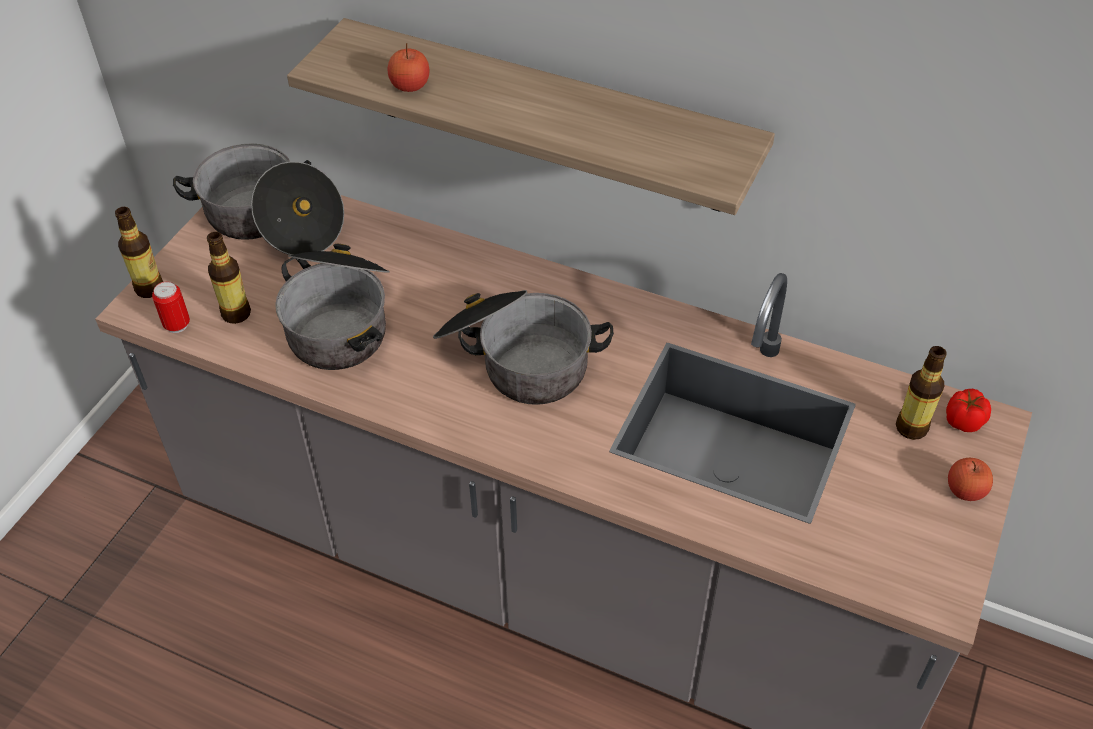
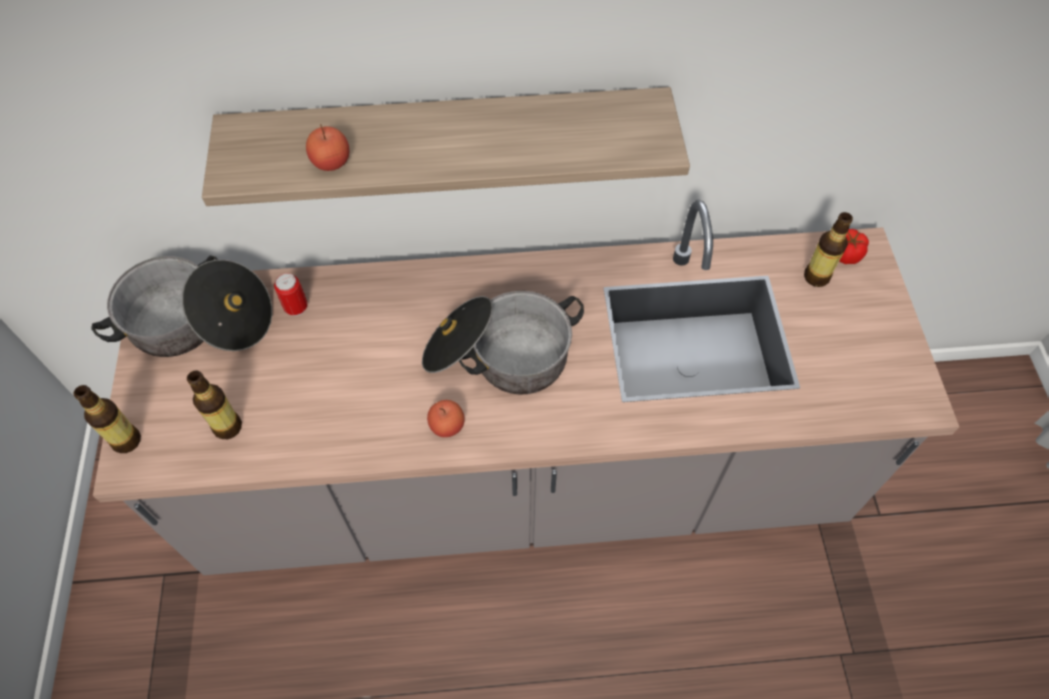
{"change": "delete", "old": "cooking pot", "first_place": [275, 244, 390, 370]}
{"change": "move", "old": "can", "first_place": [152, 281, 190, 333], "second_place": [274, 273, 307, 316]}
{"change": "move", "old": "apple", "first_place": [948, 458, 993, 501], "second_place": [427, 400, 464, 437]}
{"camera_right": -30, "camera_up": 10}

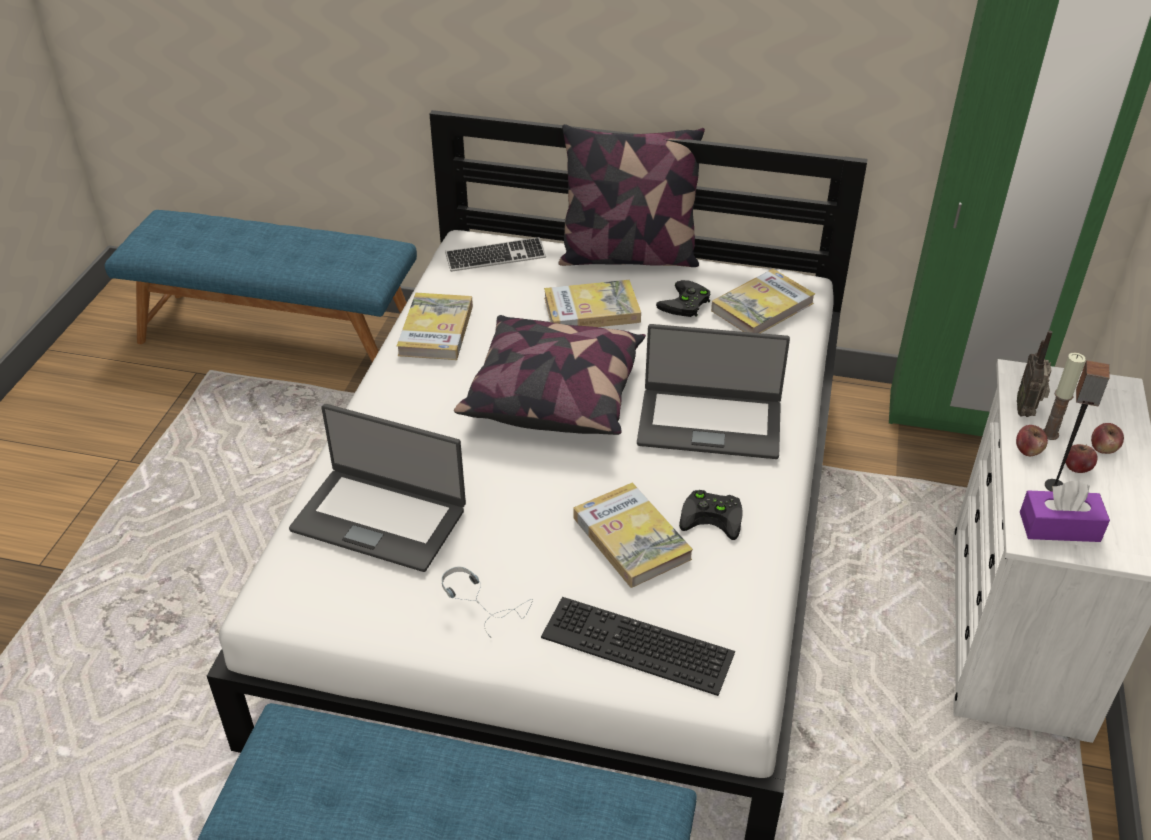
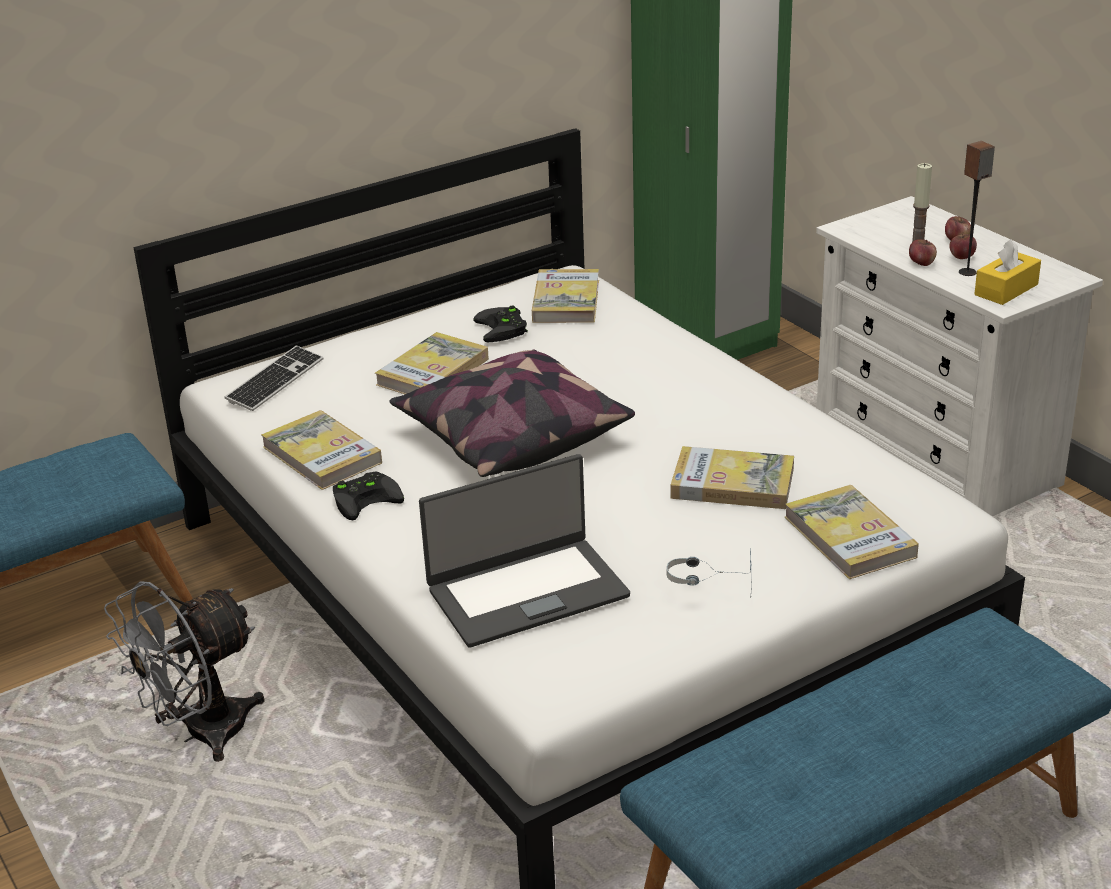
{"change": "delete", "old": "pillow", "first_place": [558, 124, 705, 267]}
{"change": "delete", "old": "laptop", "first_place": [637, 324, 790, 459]}
{"change": "delete", "old": "radio", "first_place": [1017, 330, 1052, 417]}
{"change": "insert", "new": "grey fan", "second_place": [104, 581, 264, 762]}
{"change": "move", "old": "black game controller", "first_place": [679, 490, 743, 540], "second_place": [333, 471, 404, 520]}
{"change": "replace", "old": "keyboard", "new": "book", "first_place": [541, 597, 735, 696], "second_place": [785, 485, 919, 579]}
{"change": "recolor", "old": "purple tissue box", "new": "yellow tissue box", "first_place": [1020, 481, 1110, 542], "second_place": [974, 239, 1041, 305]}
{"camera_right": -45, "camera_up": -10}

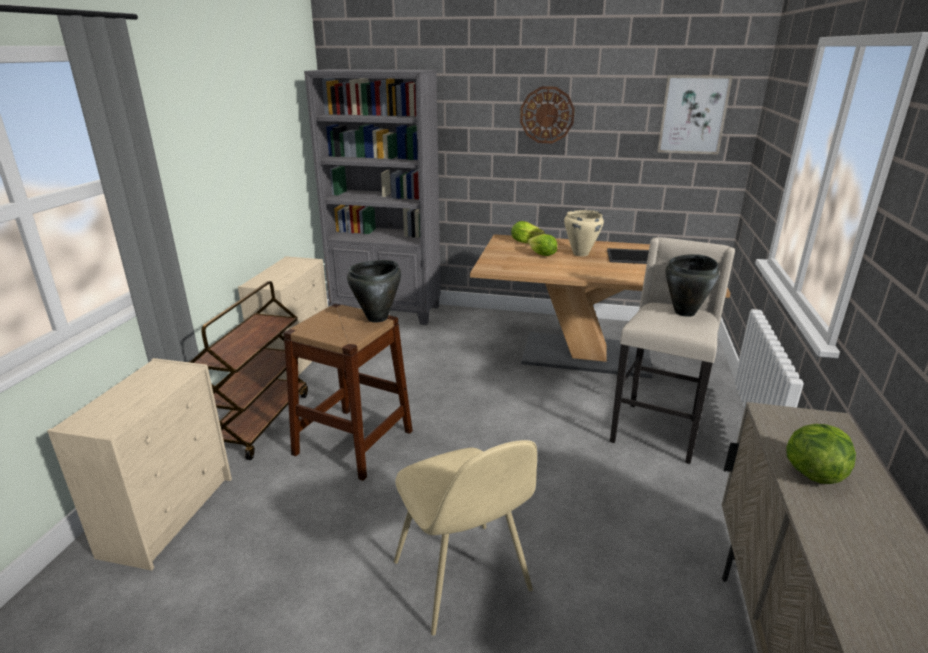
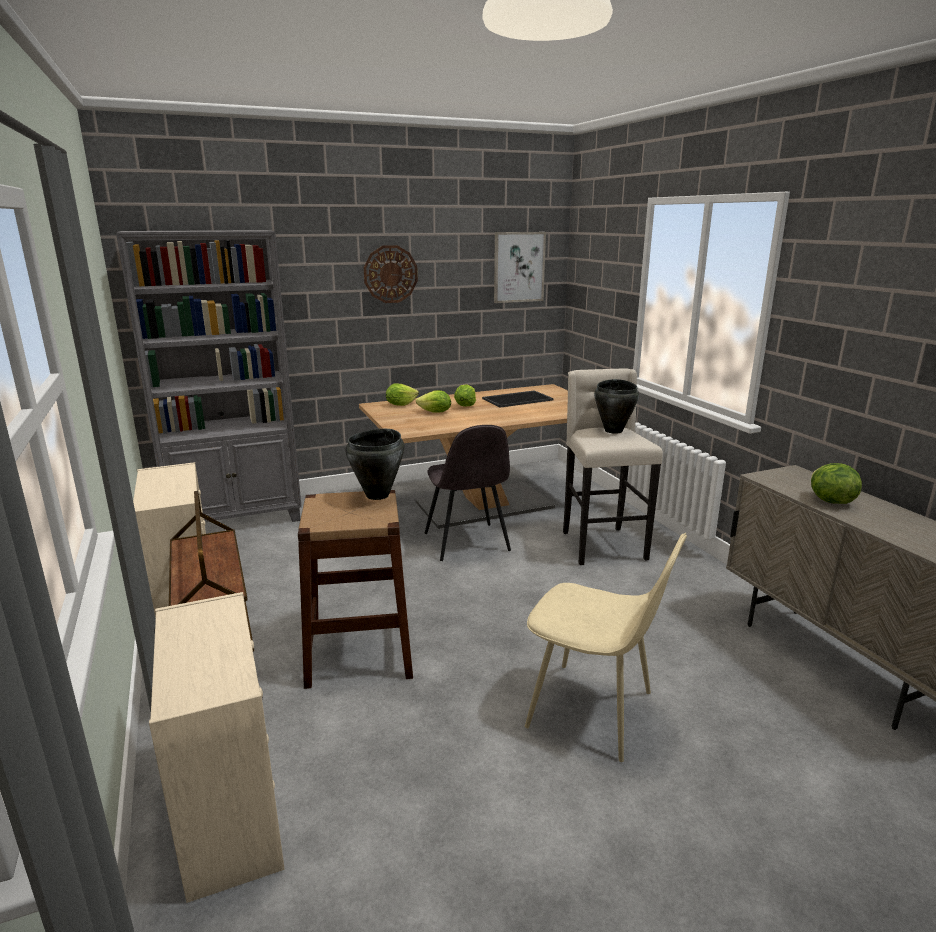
{"change": "insert", "new": "grey chair", "second_place": [425, 425, 511, 561]}
{"change": "replace", "old": "beige cooking pot", "new": "lettuce", "first_place": [564, 210, 604, 256], "second_place": [454, 384, 476, 407]}
{"camera_right": -35, "camera_up": -5}

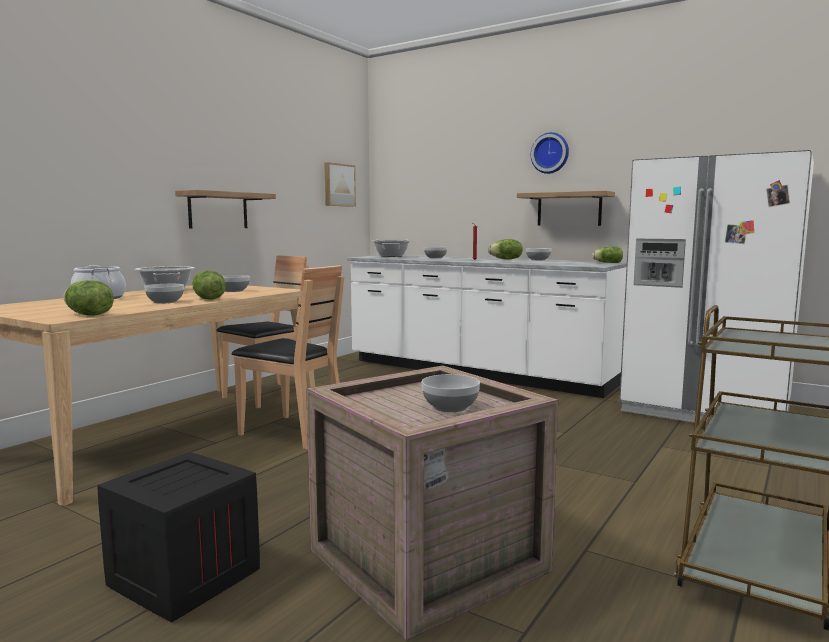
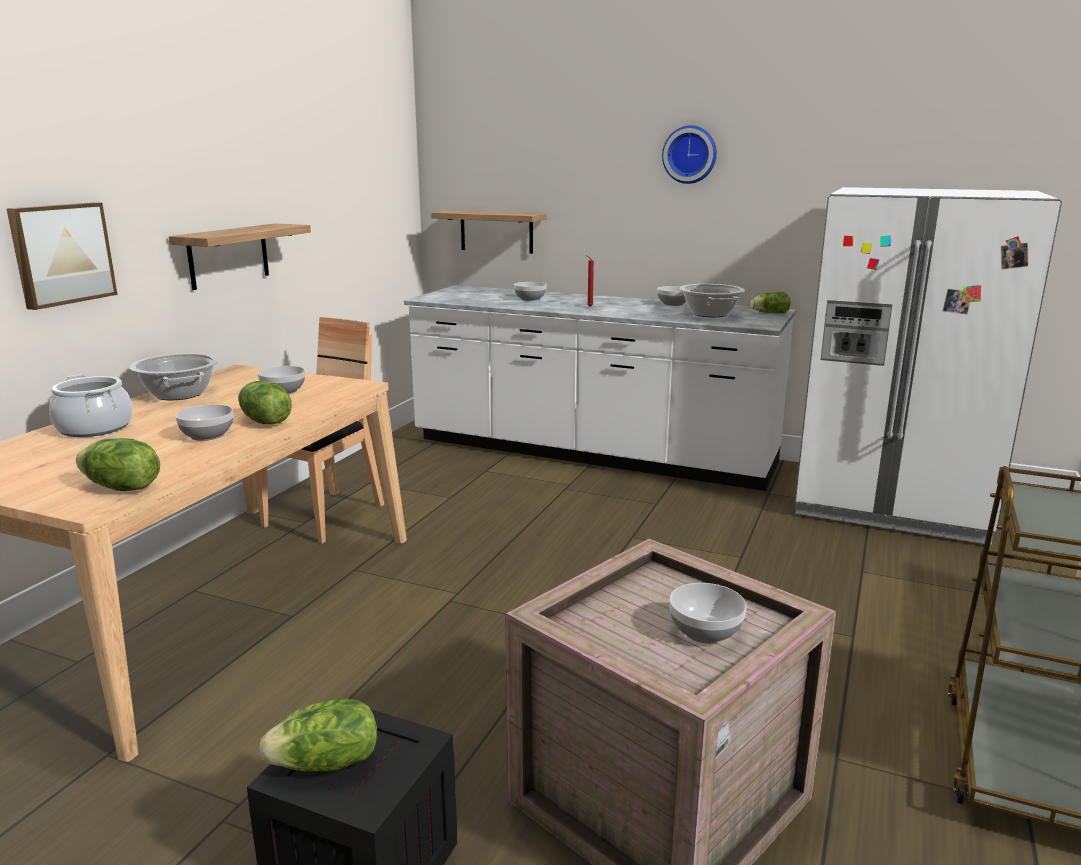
{"change": "delete", "old": "brown chair", "first_place": [232, 265, 344, 450]}
{"change": "move", "old": "picture", "first_place": [324, 162, 356, 207], "second_place": [6, 202, 118, 310]}
{"change": "move", "old": "cooking pot", "first_place": [371, 240, 412, 257], "second_place": [679, 284, 745, 317]}
{"change": "move", "old": "lettuce", "first_place": [488, 239, 523, 260], "second_place": [259, 699, 377, 772]}
{"change": "move", "old": "shelf", "first_place": [517, 191, 615, 226], "second_place": [431, 210, 547, 254]}
{"camera_right": -10, "camera_up": 10}

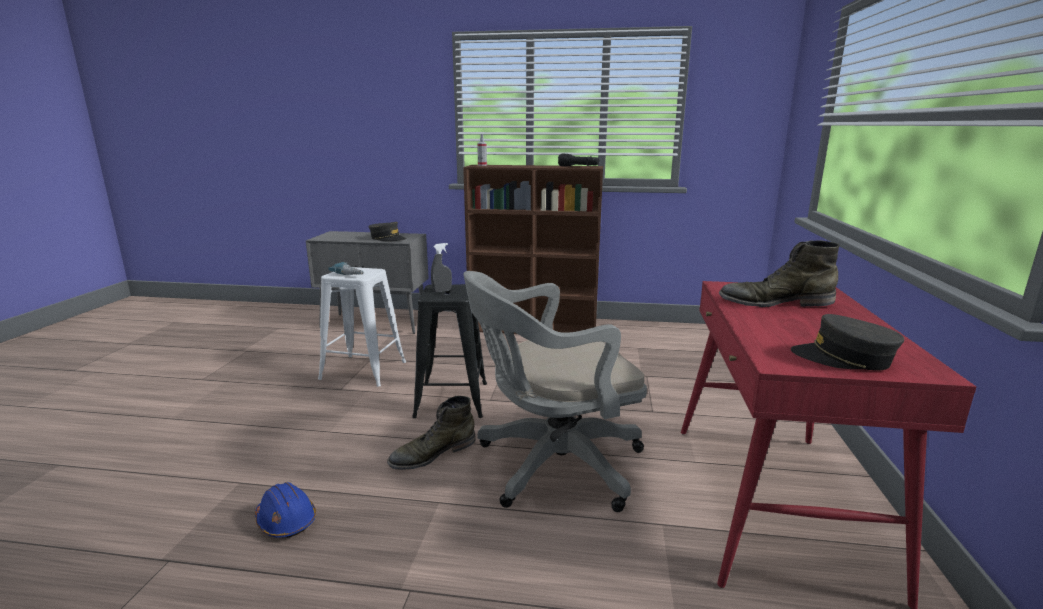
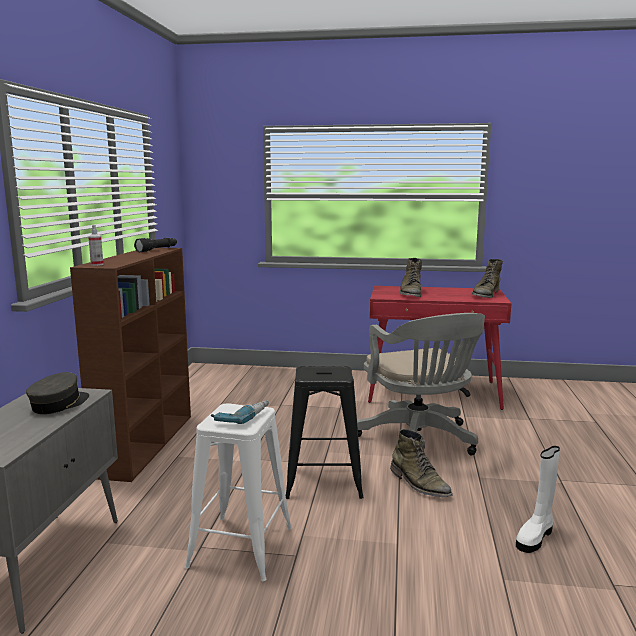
{"change": "delete", "old": "grey spray bottle", "first_place": [431, 243, 452, 293]}
{"change": "replace", "old": "blue hard hat", "new": "white boot", "first_place": [255, 482, 316, 538], "second_place": [516, 446, 560, 553]}
{"change": "replace", "old": "grey cap", "new": "green boot", "first_place": [791, 314, 904, 371], "second_place": [472, 259, 503, 298]}
{"camera_right": -90, "camera_up": -5}

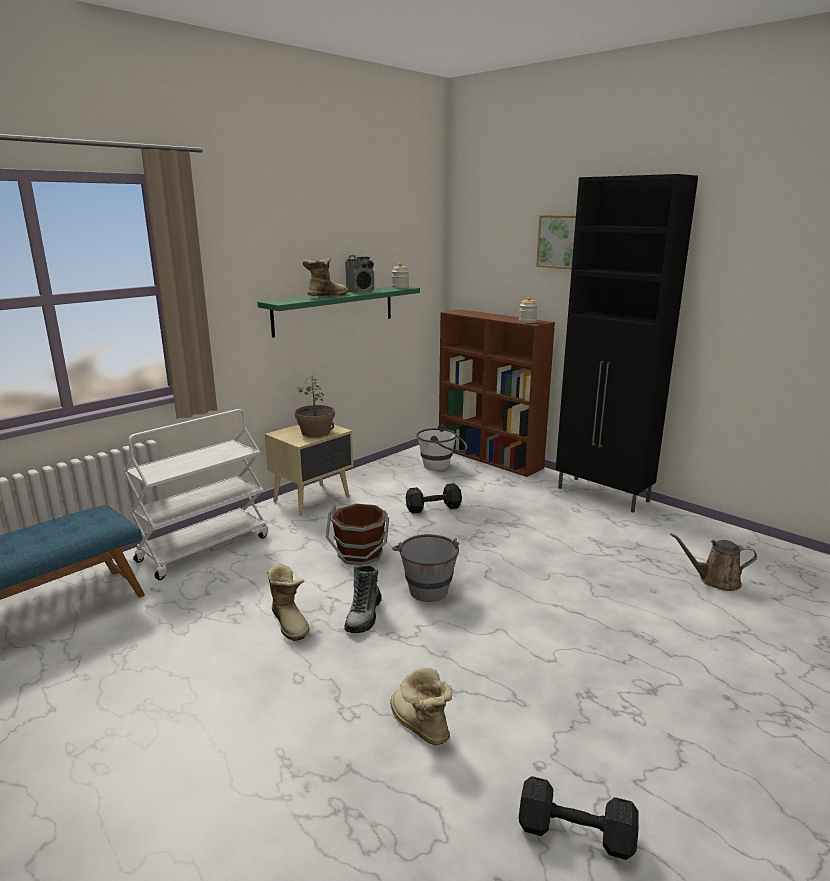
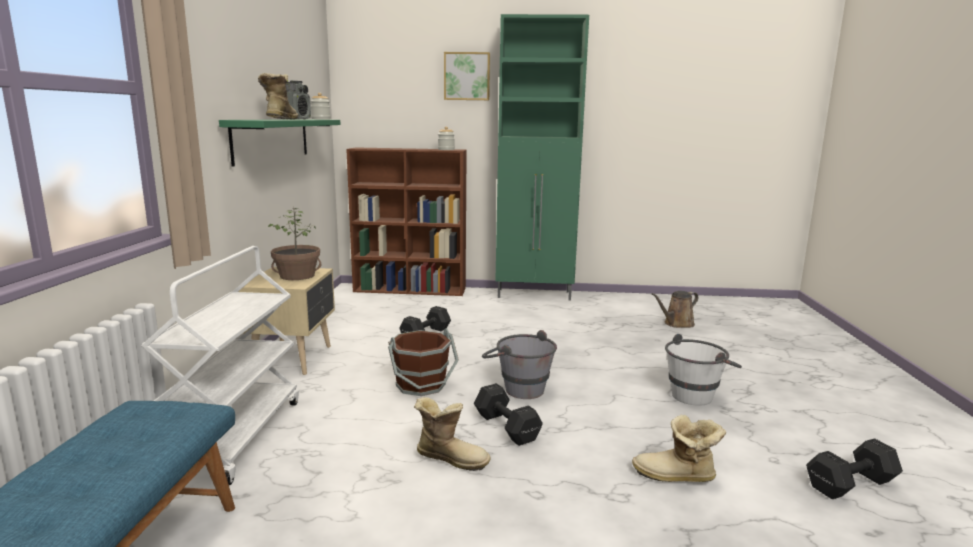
{"change": "move", "old": "white bucket", "first_place": [416, 424, 467, 470], "second_place": [665, 334, 742, 406]}
{"change": "replace", "old": "boot", "new": "black dumbbell", "first_place": [344, 565, 382, 633], "second_place": [474, 383, 543, 446]}
{"change": "recolor", "old": "black cabinet", "new": "green cabinet", "first_place": [556, 174, 698, 513], "second_place": [495, 14, 589, 301]}
{"camera_right": -40, "camera_up": -5}

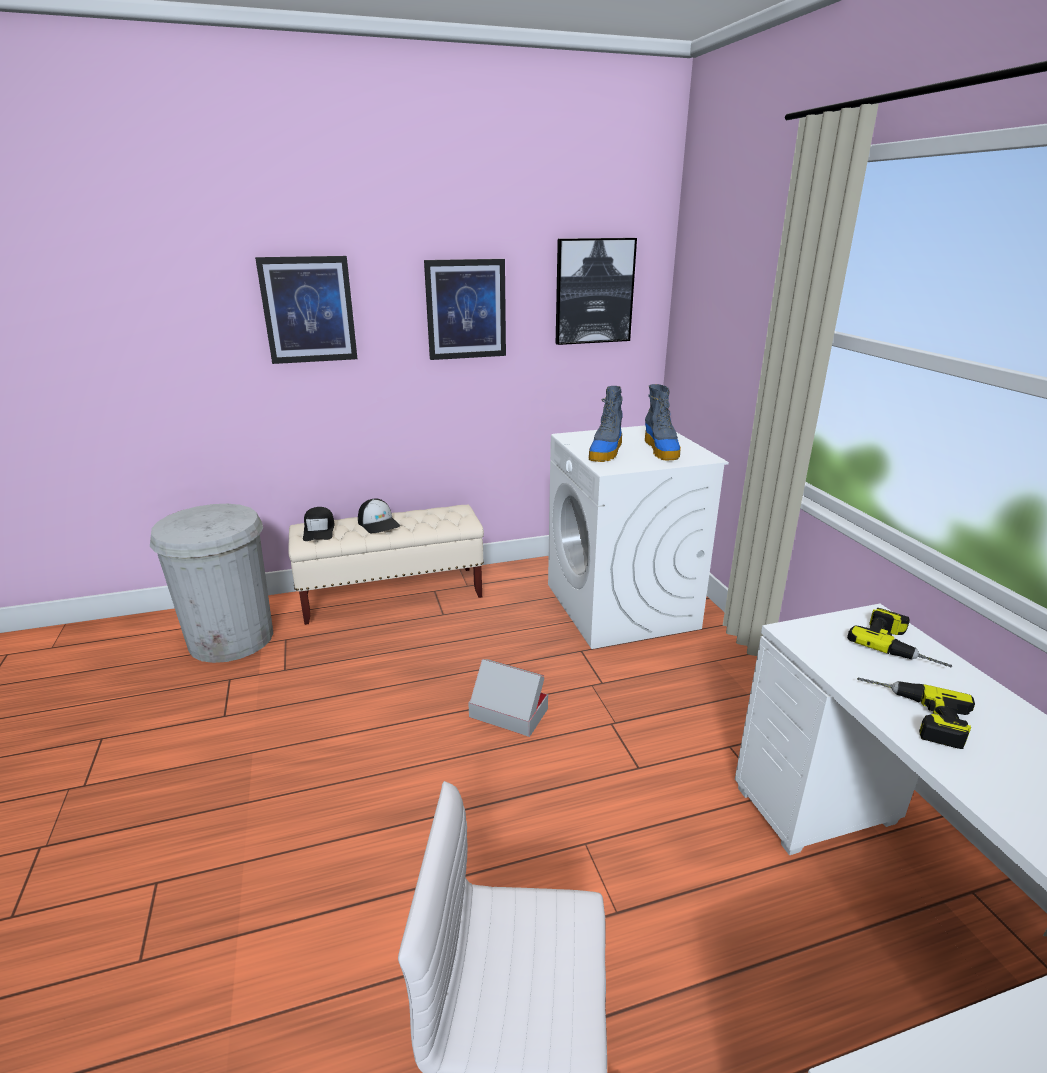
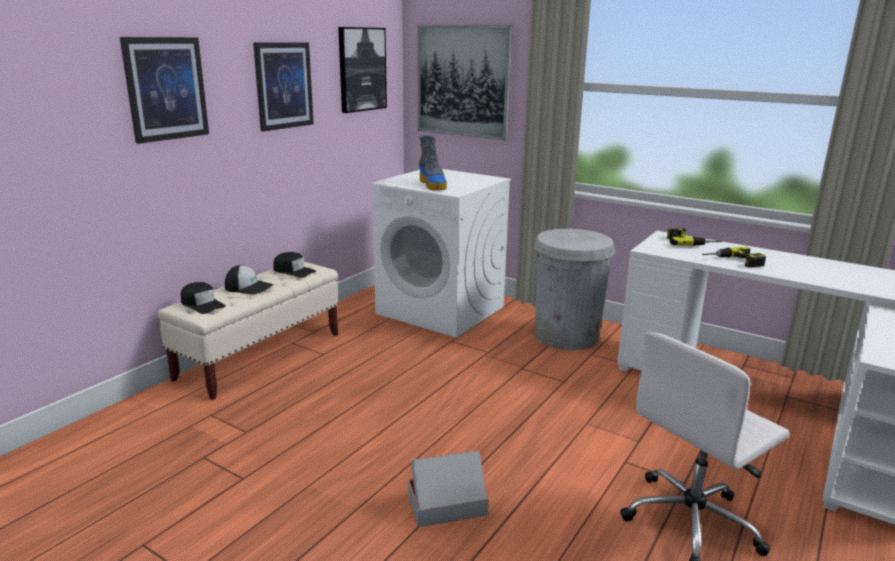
{"change": "delete", "old": "boot", "first_place": [645, 384, 681, 460]}
{"change": "insert", "new": "black cap", "second_place": [273, 252, 316, 278]}
{"change": "insert", "new": "picture", "second_place": [418, 25, 513, 140]}
{"change": "move", "old": "white trash can", "first_place": [150, 504, 273, 663], "second_place": [534, 229, 616, 350]}
{"change": "move", "old": "cardboard box", "first_place": [468, 659, 548, 737], "second_place": [408, 451, 489, 527]}
{"camera_right": -40, "camera_up": -5}

